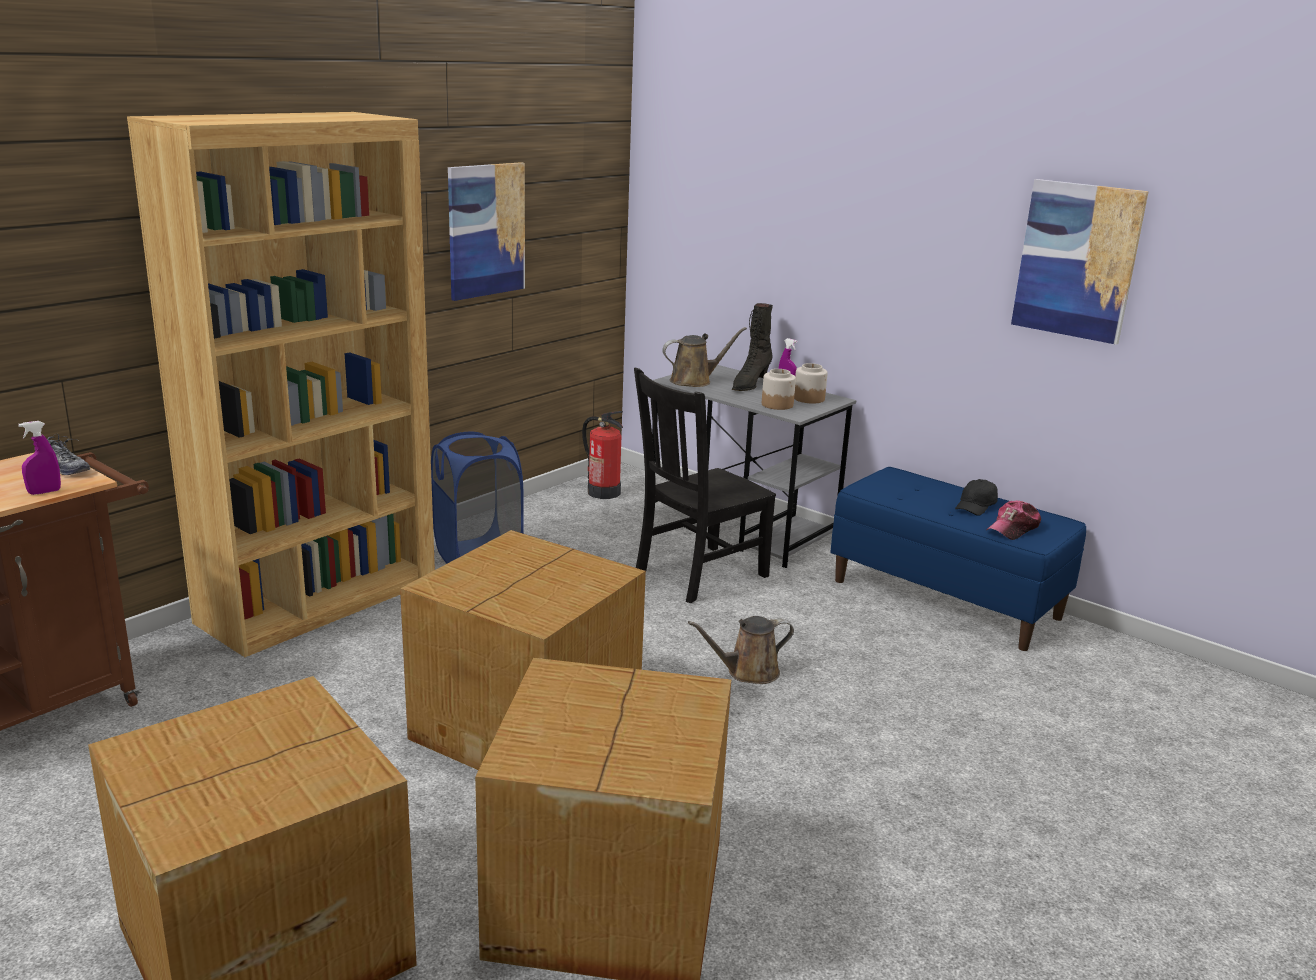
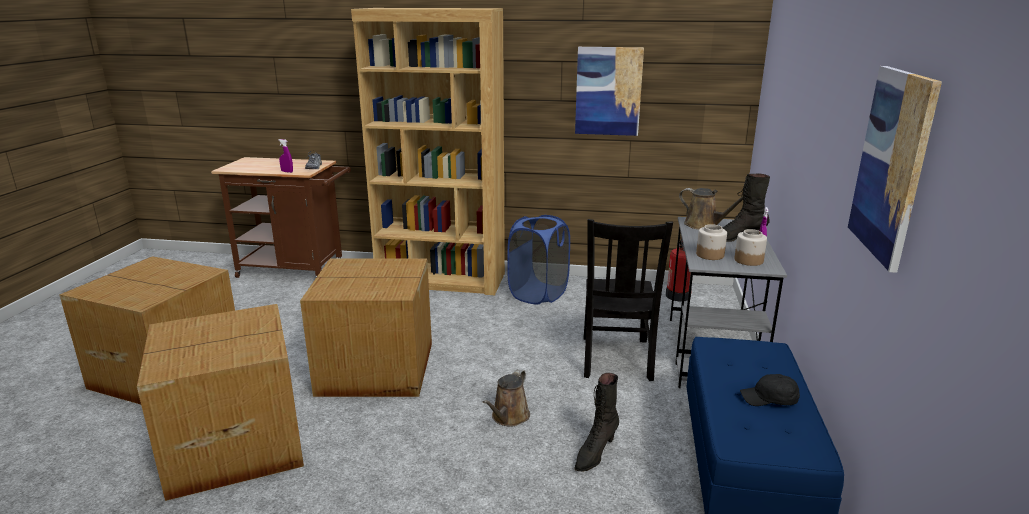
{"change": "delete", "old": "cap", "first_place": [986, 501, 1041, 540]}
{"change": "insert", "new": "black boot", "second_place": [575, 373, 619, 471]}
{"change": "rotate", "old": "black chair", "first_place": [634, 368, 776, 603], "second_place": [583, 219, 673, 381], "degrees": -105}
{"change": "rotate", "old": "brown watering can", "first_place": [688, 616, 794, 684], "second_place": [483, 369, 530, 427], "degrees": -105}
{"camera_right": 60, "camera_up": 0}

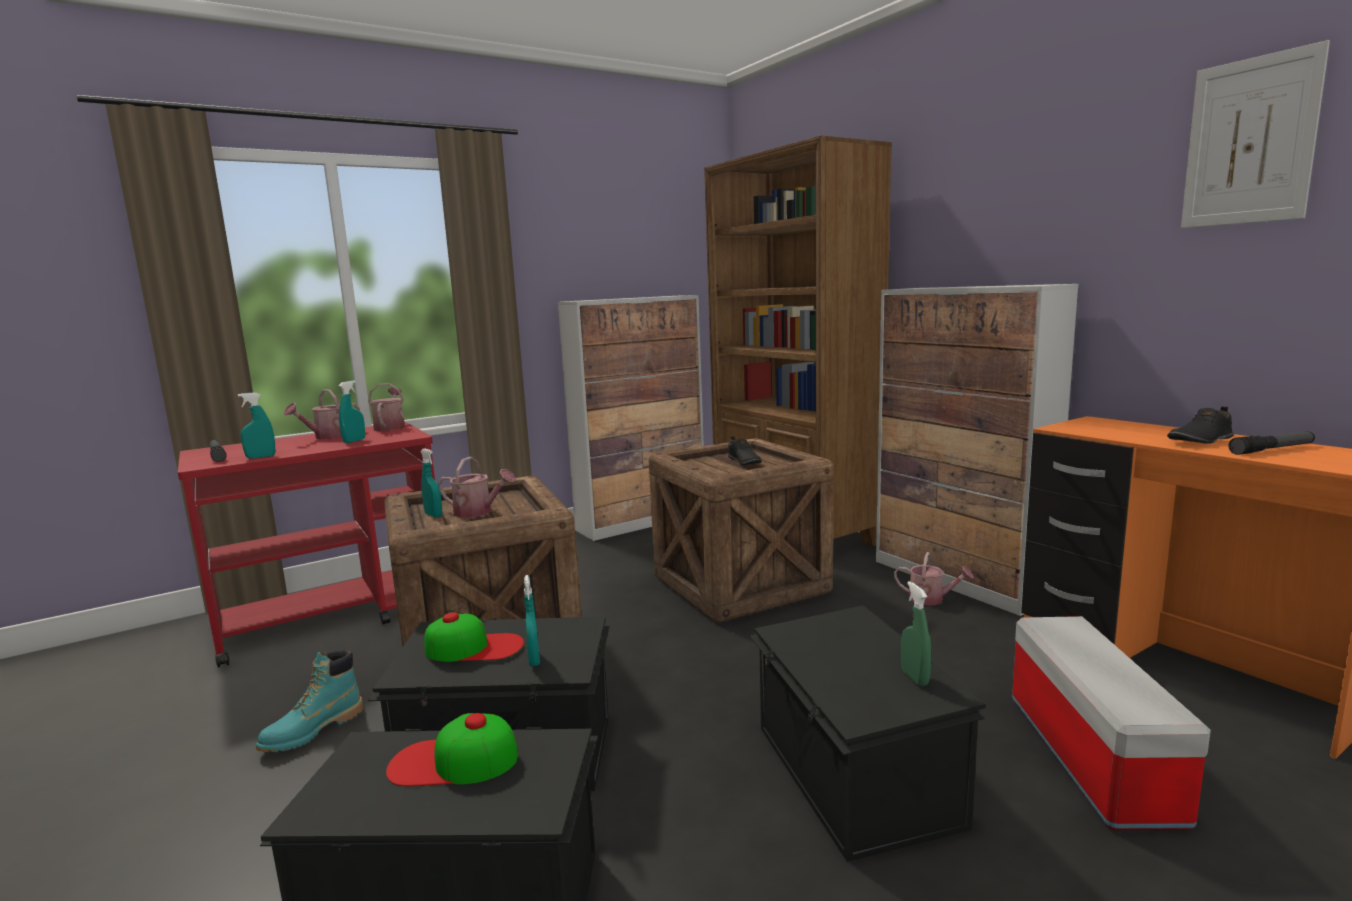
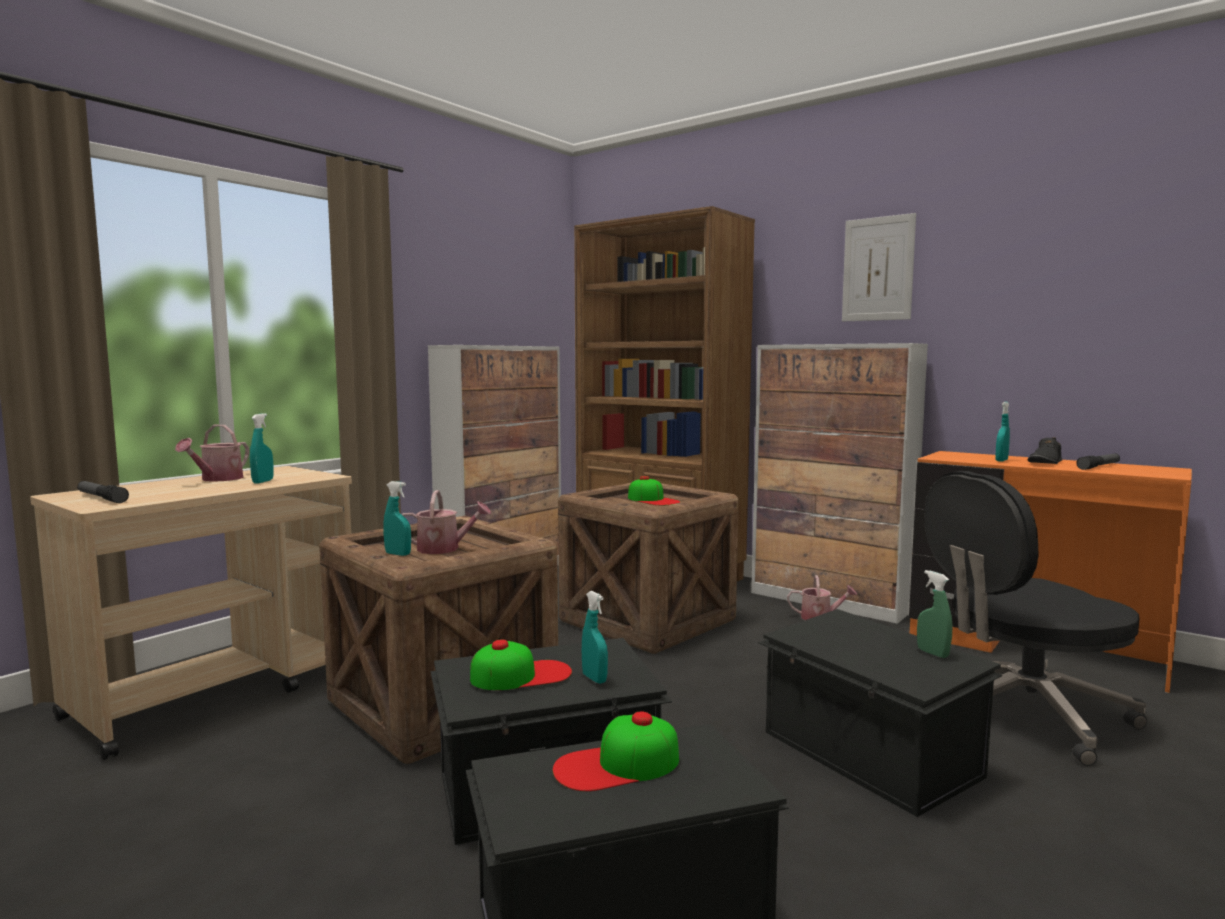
{"change": "delete", "old": "turquoise boot", "first_place": [256, 650, 363, 752]}
{"change": "delete", "old": "watering can", "first_place": [368, 383, 405, 431]}
{"change": "move", "old": "turquoise spray bottle", "first_place": [238, 392, 275, 459], "second_place": [995, 402, 1010, 462]}
{"change": "move", "old": "picture", "first_place": [1181, 40, 1330, 228], "second_place": [842, 213, 916, 321]}
{"change": "replace", "old": "black shoe", "new": "cap", "first_place": [728, 436, 762, 466], "second_place": [628, 476, 680, 505]}
{"change": "replace", "old": "storage box", "new": "black office chair", "first_place": [1012, 616, 1211, 830], "second_place": [925, 471, 1147, 766]}
{"change": "recolor", "old": "red cart", "new": "beige cart", "first_place": [178, 422, 435, 668], "second_place": [30, 466, 352, 760]}
{"camera_right": -20, "camera_up": -5}

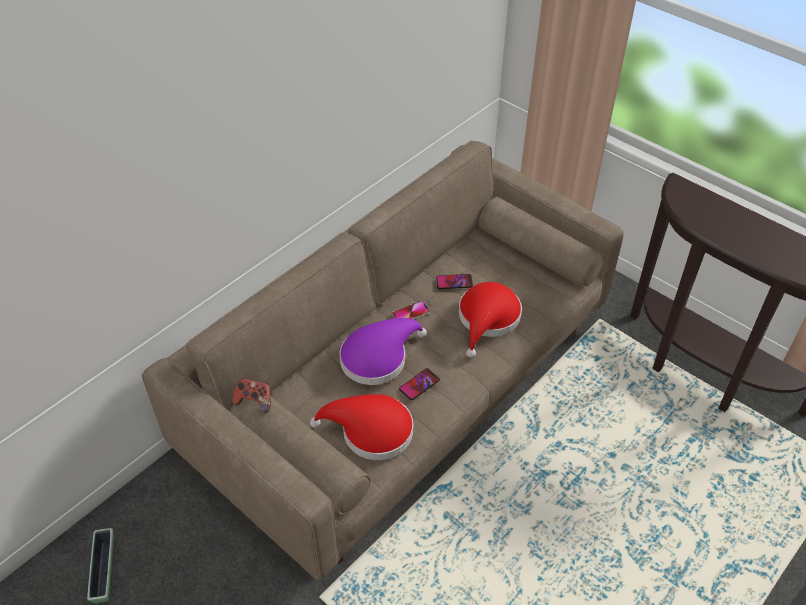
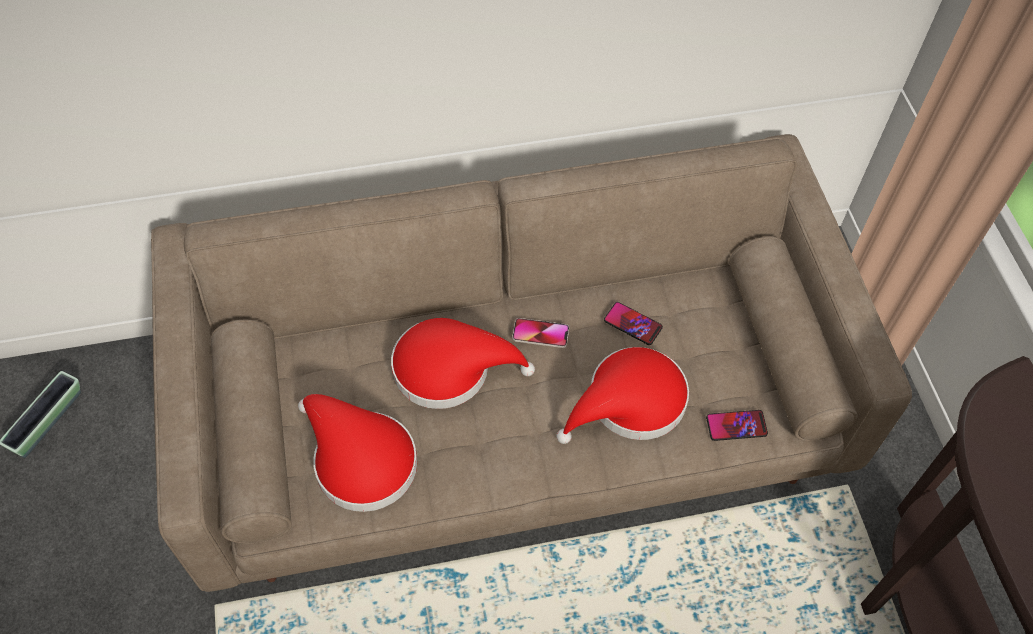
{"change": "delete", "old": "game controller", "first_place": [232, 378, 271, 413]}
{"change": "move", "old": "phone", "first_place": [399, 368, 440, 400], "second_place": [706, 410, 768, 441]}
{"change": "recolor", "old": "purple hat", "new": "red hat", "first_place": [339, 318, 427, 385], "second_place": [391, 318, 535, 409]}
{"camera_right": 35, "camera_up": 10}

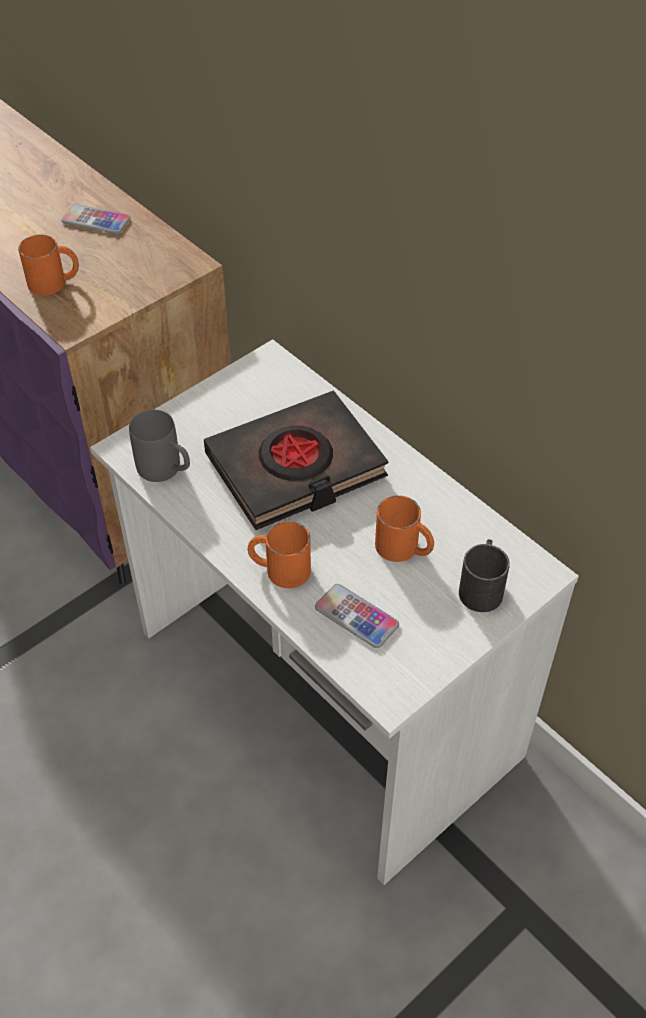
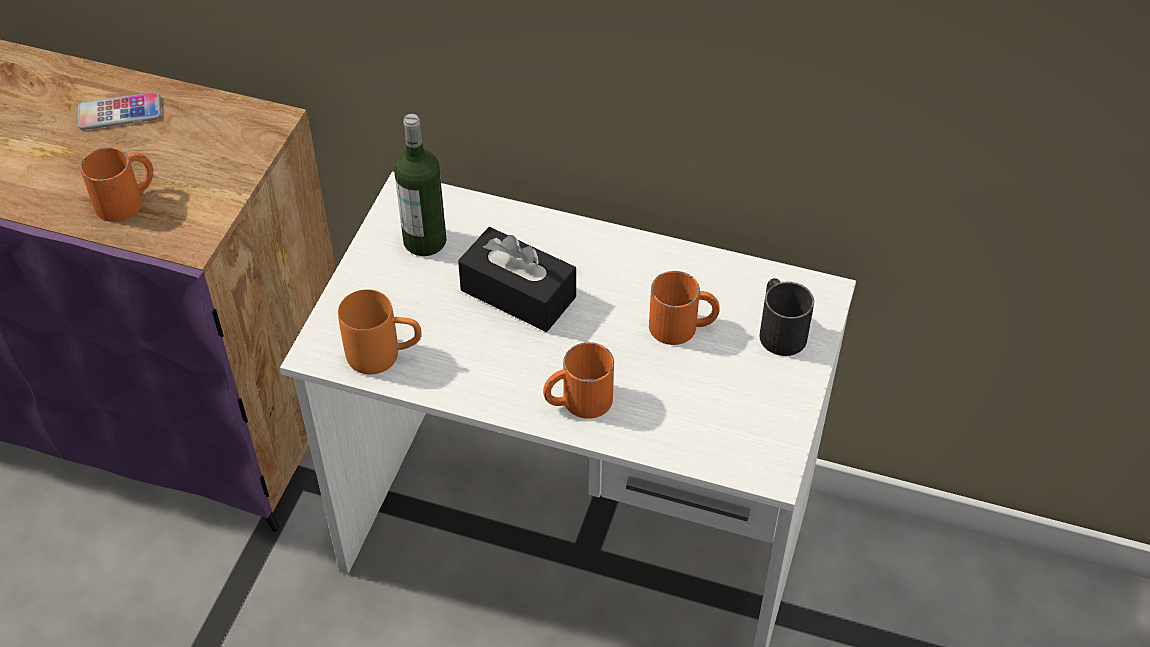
{"change": "delete", "old": "phone", "first_place": [315, 584, 399, 648]}
{"change": "insert", "new": "bottle", "second_place": [394, 114, 447, 256]}
{"change": "replace", "old": "black book", "new": "black tissue box", "first_place": [204, 390, 388, 530], "second_place": [458, 227, 576, 332]}
{"change": "recolor", "old": "grey mug", "new": "orange mug", "first_place": [129, 410, 190, 482], "second_place": [338, 289, 422, 374]}
{"camera_right": -30, "camera_up": 0}

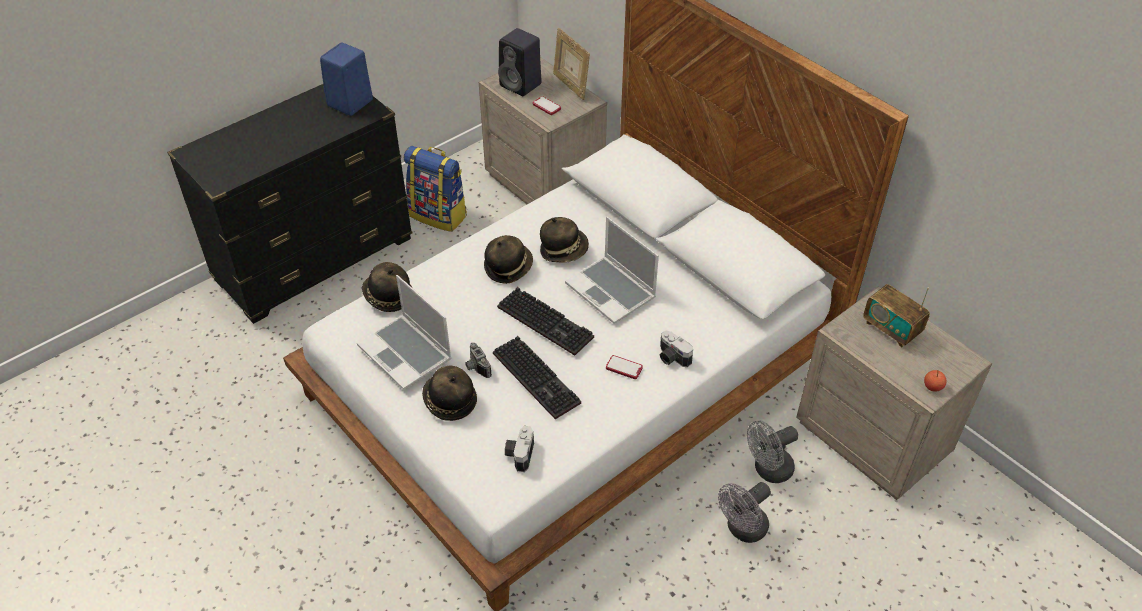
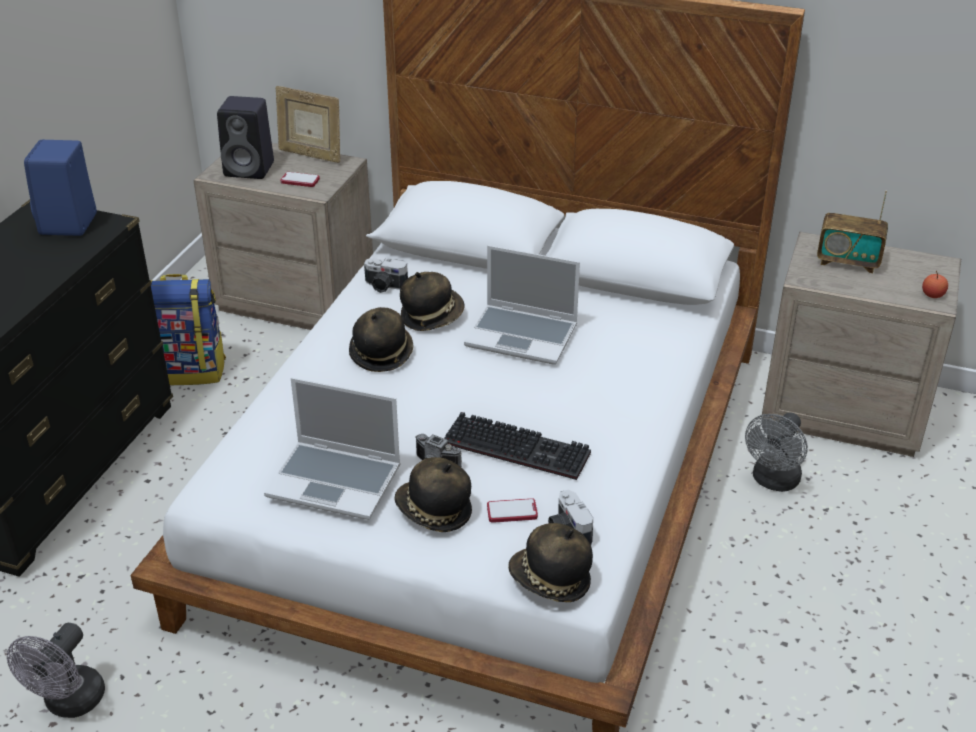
{"change": "delete", "old": "keyboard", "first_place": [497, 287, 594, 356]}
{"change": "move", "old": "hat", "first_place": [362, 262, 412, 312], "second_place": [508, 523, 593, 602]}
{"change": "move", "old": "phone", "first_place": [606, 355, 643, 379], "second_place": [487, 498, 538, 523]}
{"change": "move", "old": "photo camera", "first_place": [660, 330, 693, 367], "second_place": [364, 258, 408, 293]}
{"change": "move", "old": "grey fan", "first_place": [718, 482, 771, 543], "second_place": [7, 623, 105, 718]}
{"camera_right": -30, "camera_up": -10}

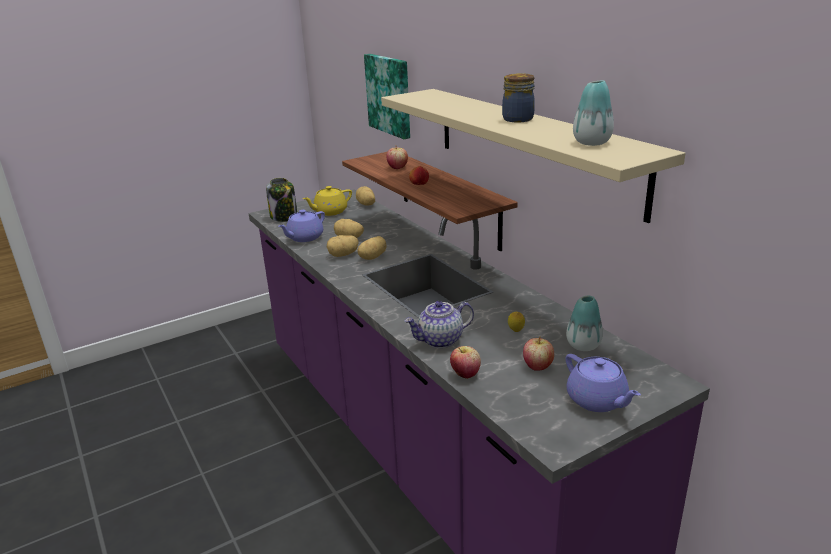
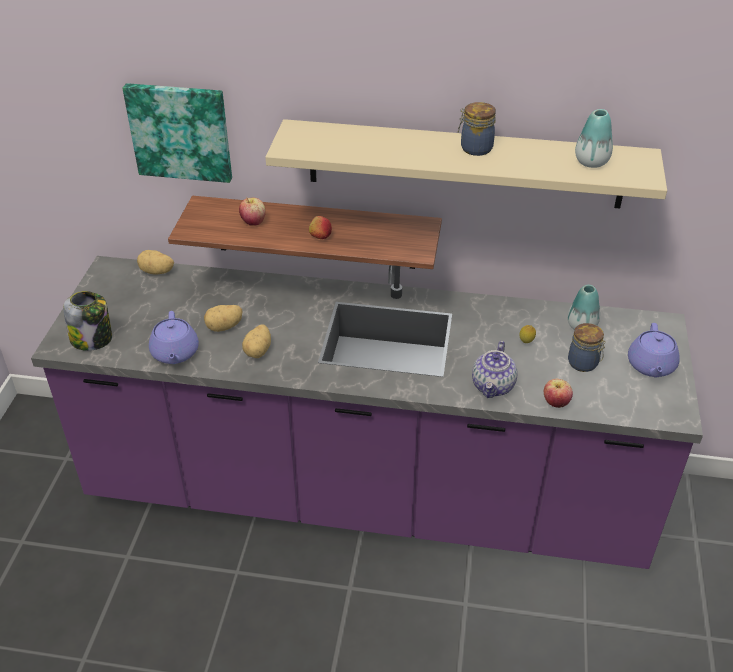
{"change": "delete", "old": "yellow teapot", "first_place": [303, 186, 352, 216]}
{"change": "delete", "old": "potato", "first_place": [357, 236, 387, 260]}
{"change": "replace", "old": "apple", "new": "jar", "first_place": [523, 336, 554, 371], "second_place": [568, 323, 605, 372]}
{"change": "rotate", "old": "purple teapot", "first_place": [566, 354, 641, 412], "second_place": [628, 323, 680, 377], "degrees": 90}
{"camera_right": -50, "camera_up": 15}

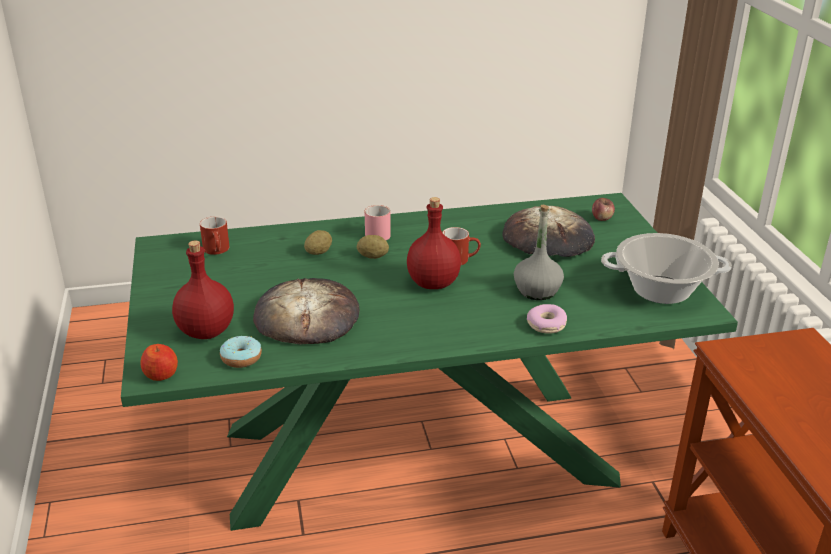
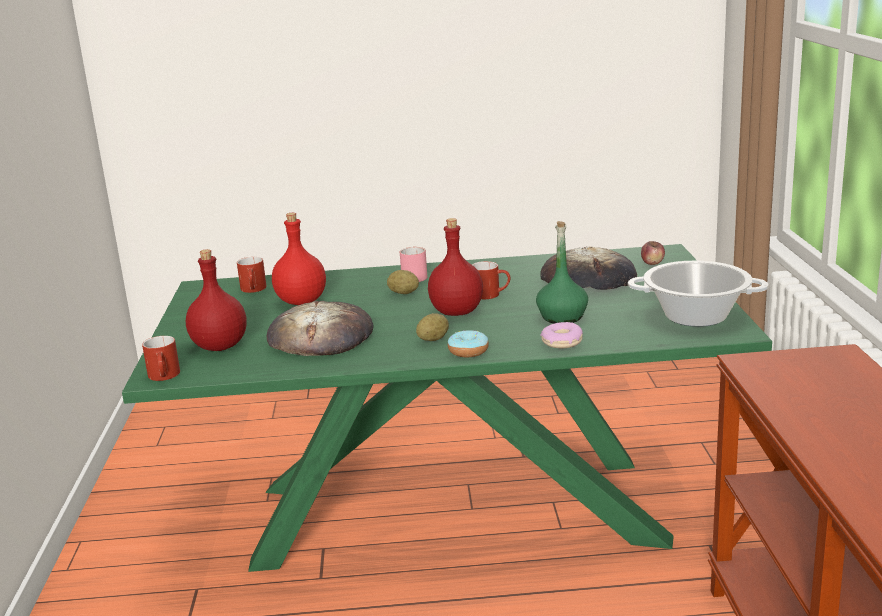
{"change": "insert", "new": "red bottle", "second_place": [272, 213, 326, 305]}
{"change": "move", "old": "donut", "first_place": [220, 336, 262, 368], "second_place": [448, 330, 489, 357]}
{"change": "move", "old": "potato", "first_place": [304, 230, 332, 255], "second_place": [416, 313, 449, 341]}
{"change": "replace", "old": "apple", "new": "red mug", "first_place": [140, 344, 178, 381], "second_place": [142, 336, 180, 381]}
{"change": "recolor", "old": "grey bottle", "new": "green bottle", "first_place": [514, 205, 564, 300], "second_place": [536, 221, 588, 323]}
{"camera_right": 10, "camera_up": -10}

